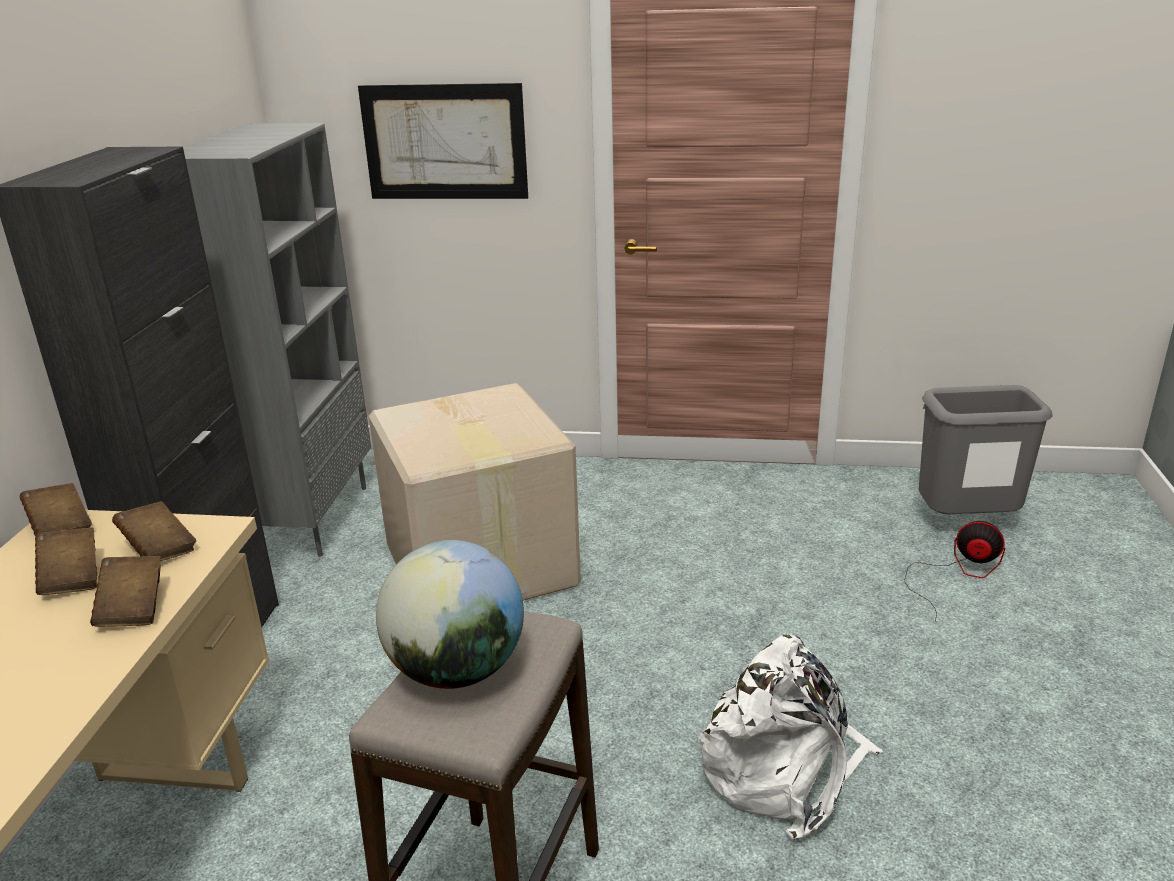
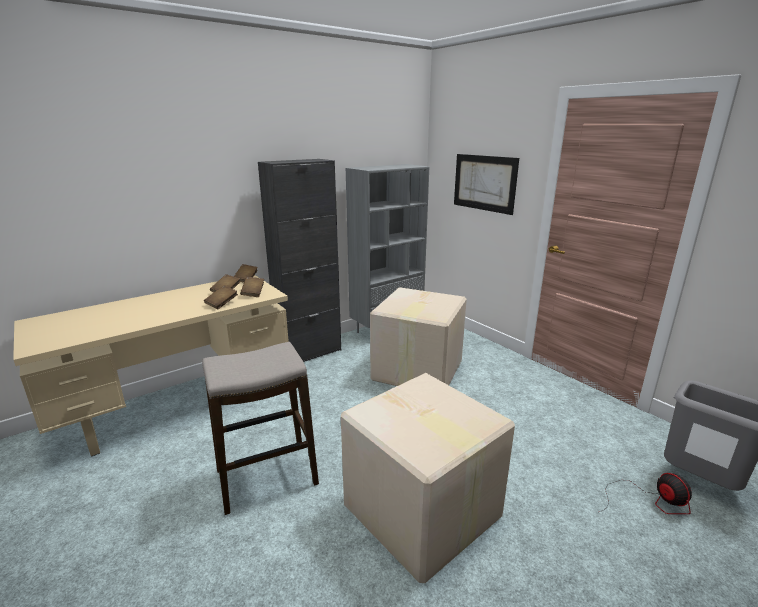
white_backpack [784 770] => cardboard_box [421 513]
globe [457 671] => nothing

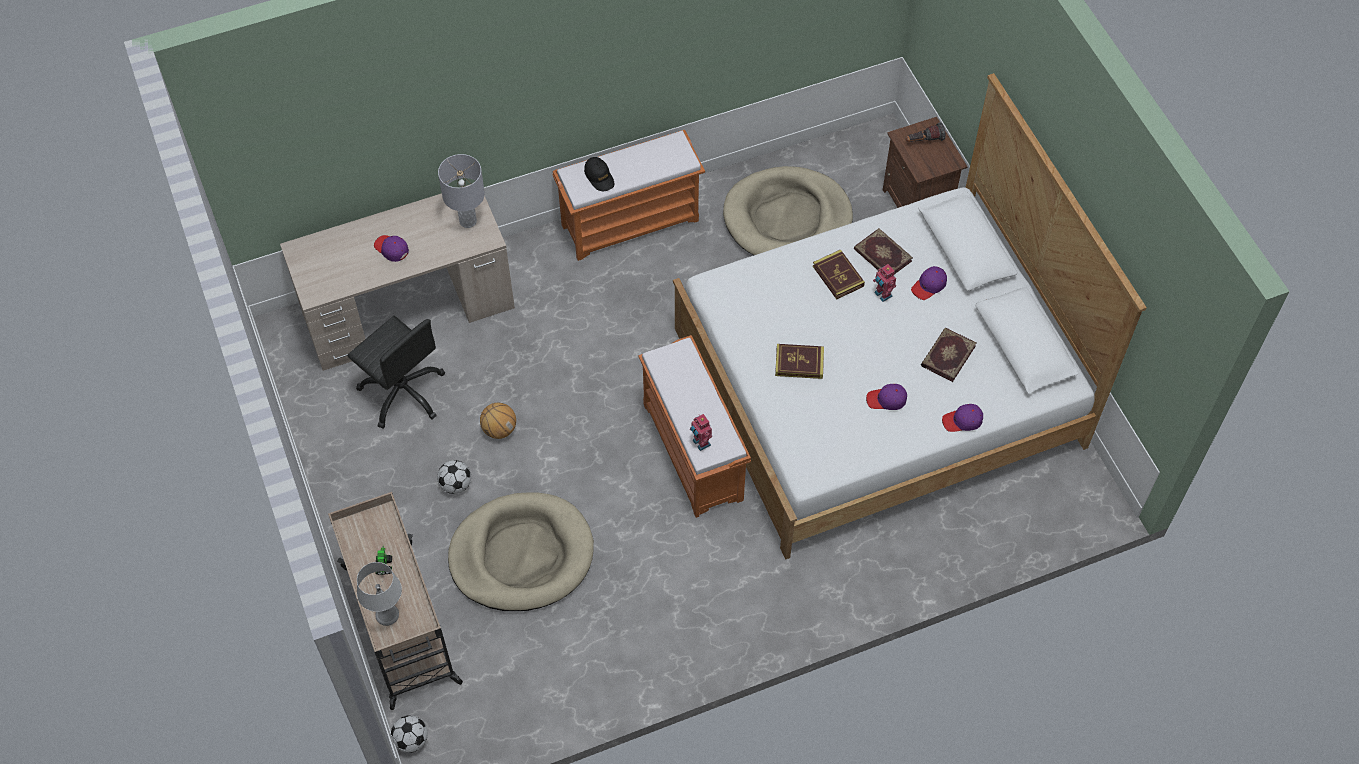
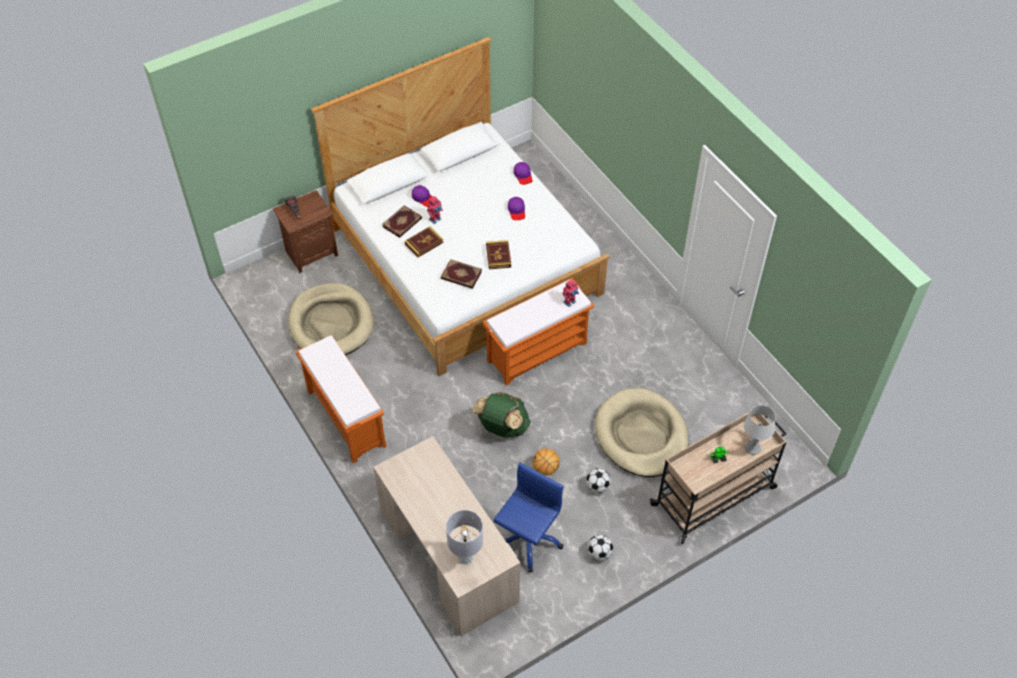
book [947 355] => book [461 276], shifted
grey_table_lamp [468 221] => grey_table_lamp [465 558], shifted
nothing => green_backpack [502 427]
black_office_chair [403 392] => blue_office_chair [527 539]
football [411 740] => football [599 553], shifted
purple_cap [391 249] => nothing
black_cap [599 177] => nothing

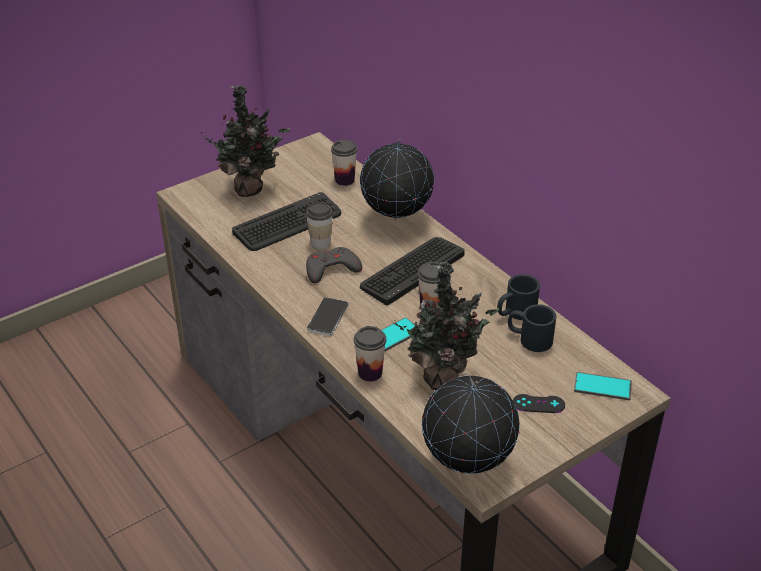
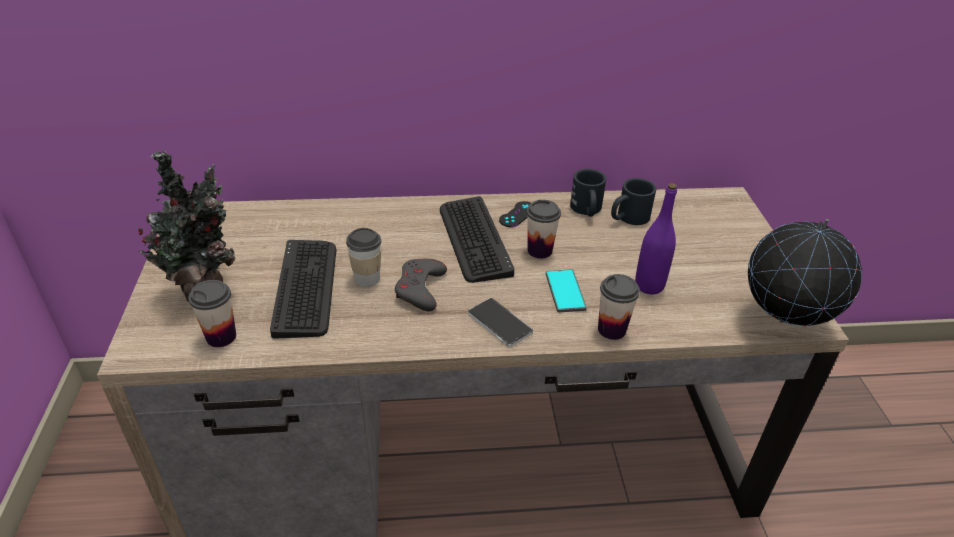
cup [344 180] => cup [221 337], shifted
black_game_controller [538 404] => black_game_controller [517 214], shifted
potted_plant [443 377] => purple_bottle [649 286]
globe [396 219] => nothing
phone [602 387] => nothing

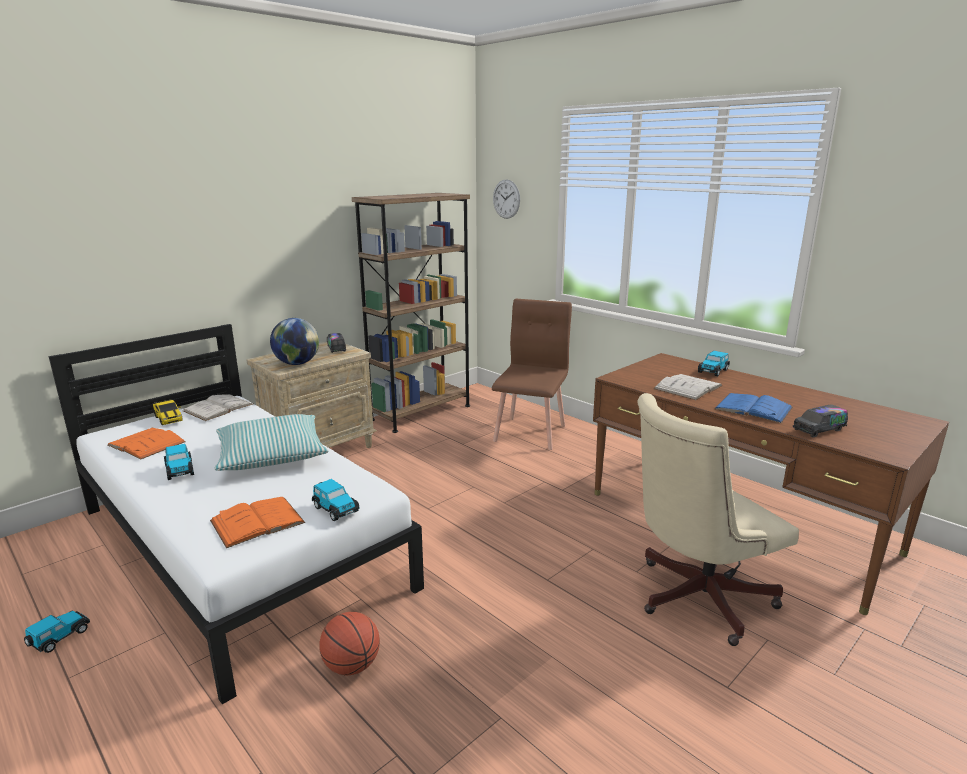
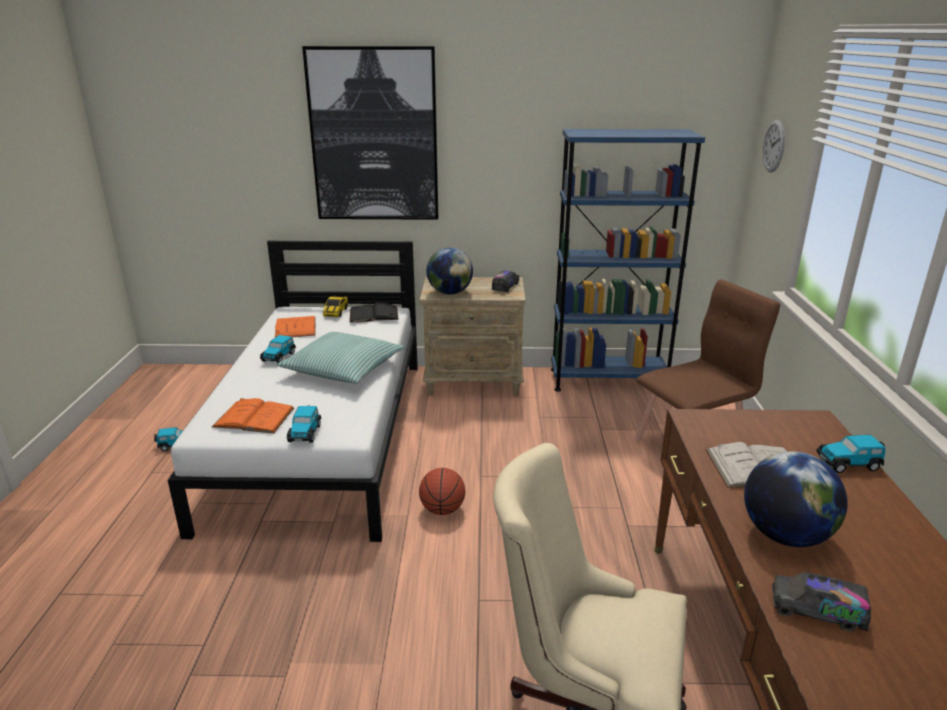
nothing => picture [374 136]
white_book [218 407] => black_book [373 314]
basketball [351 666] => basketball [442 510], shifted
brown_bookcase [421 413] => blue_bookcase [608 380]
blue_book [753 408] => globe [785 535]

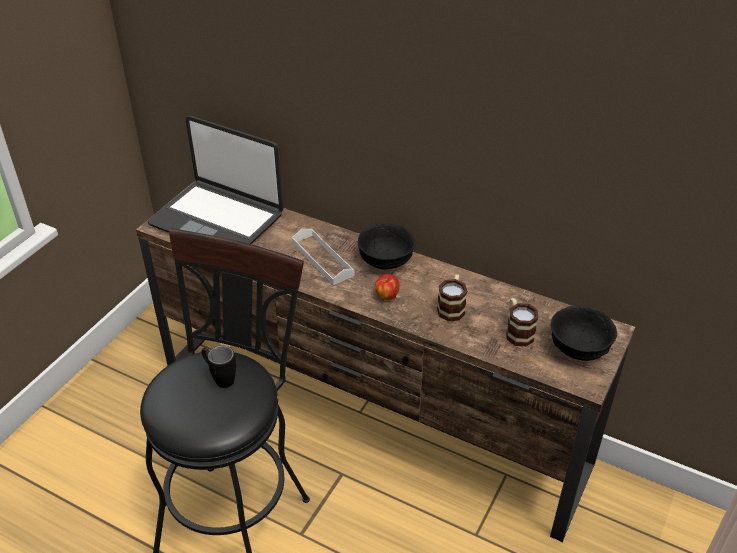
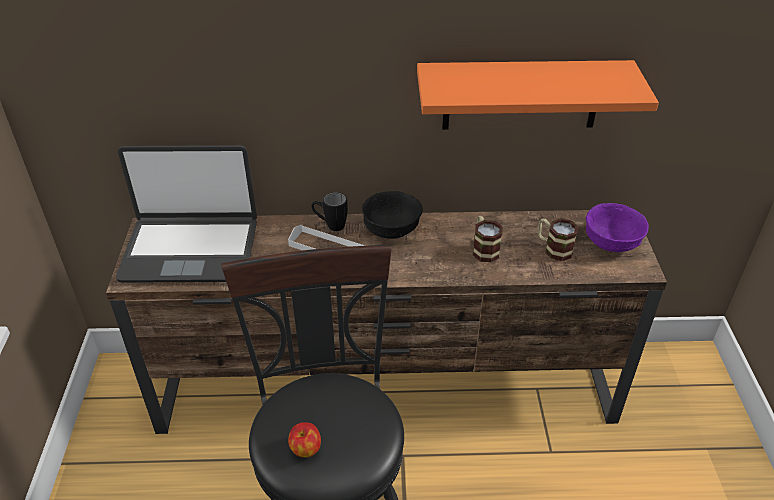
apple [386 296] => apple [305 449], shifted
black_mug [220 378] => black_mug [330 225], shifted
nothing => orange_shelf [521 95]
black_bowl [578 348] => purple_bowl [610 243]

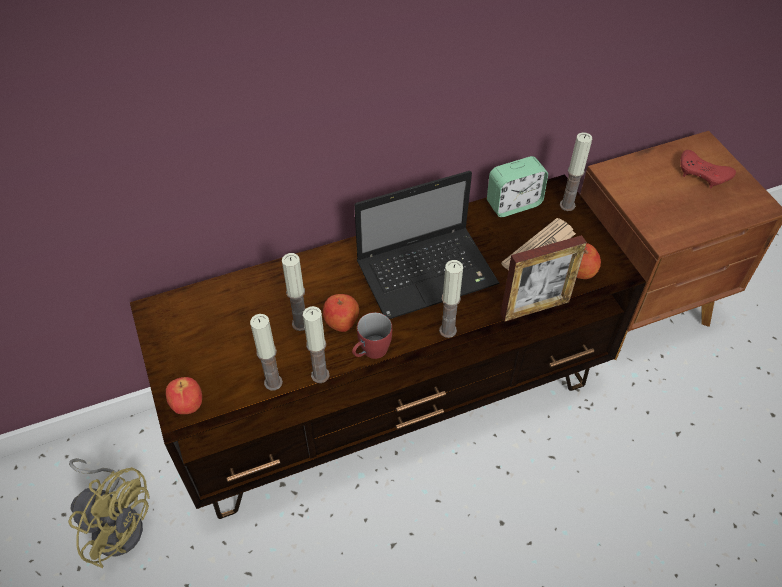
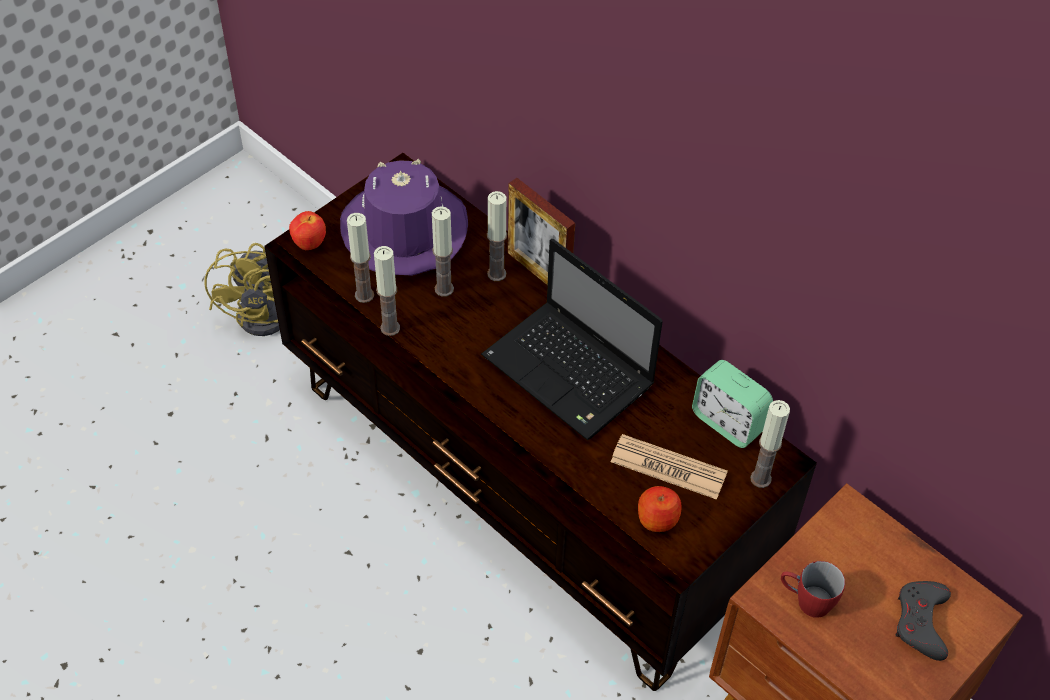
nothing => purple_hat [404 231]
candle [448 330] => candle [496 274], shifted
picture_frame [535 308] => picture_frame [538 272], shifted
red_mug [370 352] => red_mug [805 601], shifted
red_game_controller [703 173] => grey_game_controller [921 622]
apple [341 321] => nothing

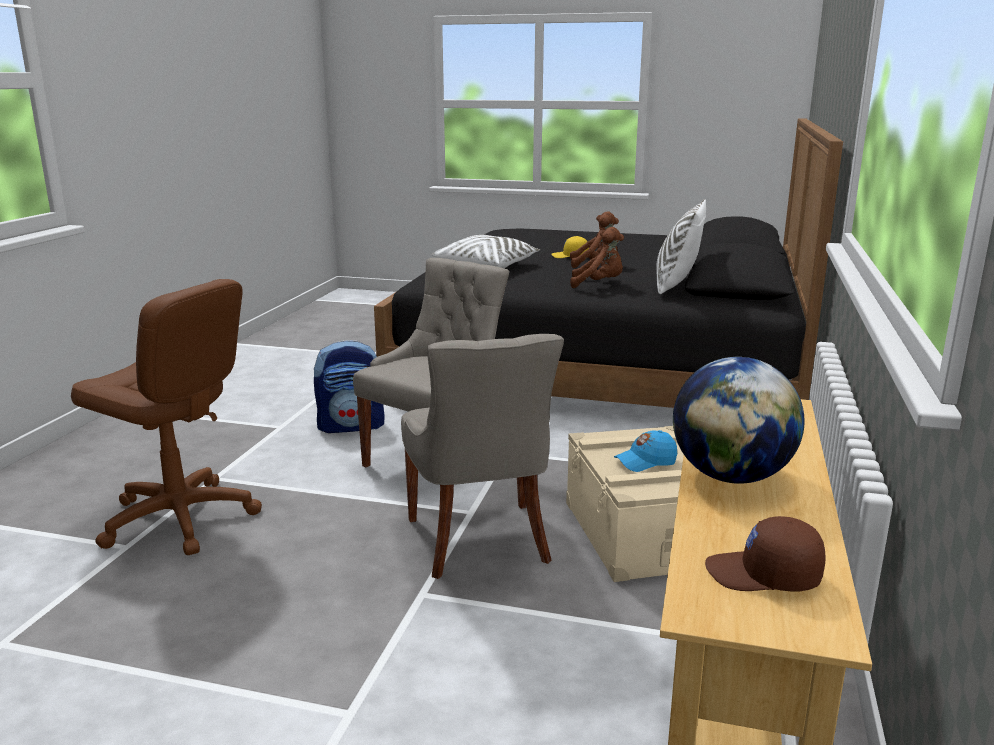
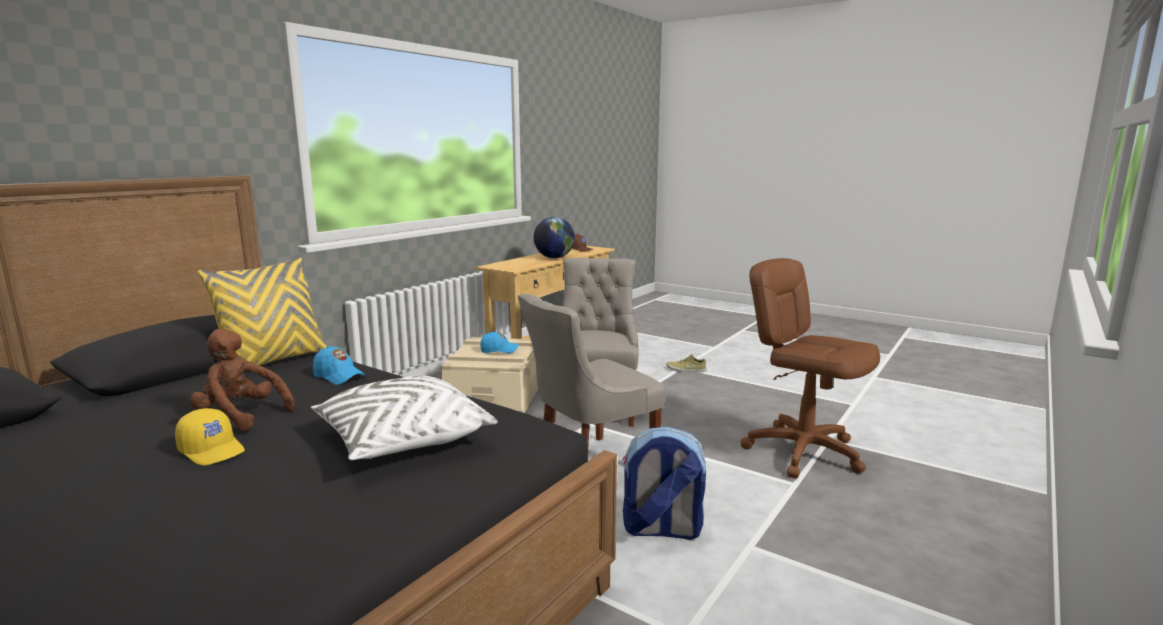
white_pillow [676 286] => yellow_pillow [273 361]
brown_plush_toy [599 284] => blue_cap [339 376]
nothing => beige_shoe [686 370]

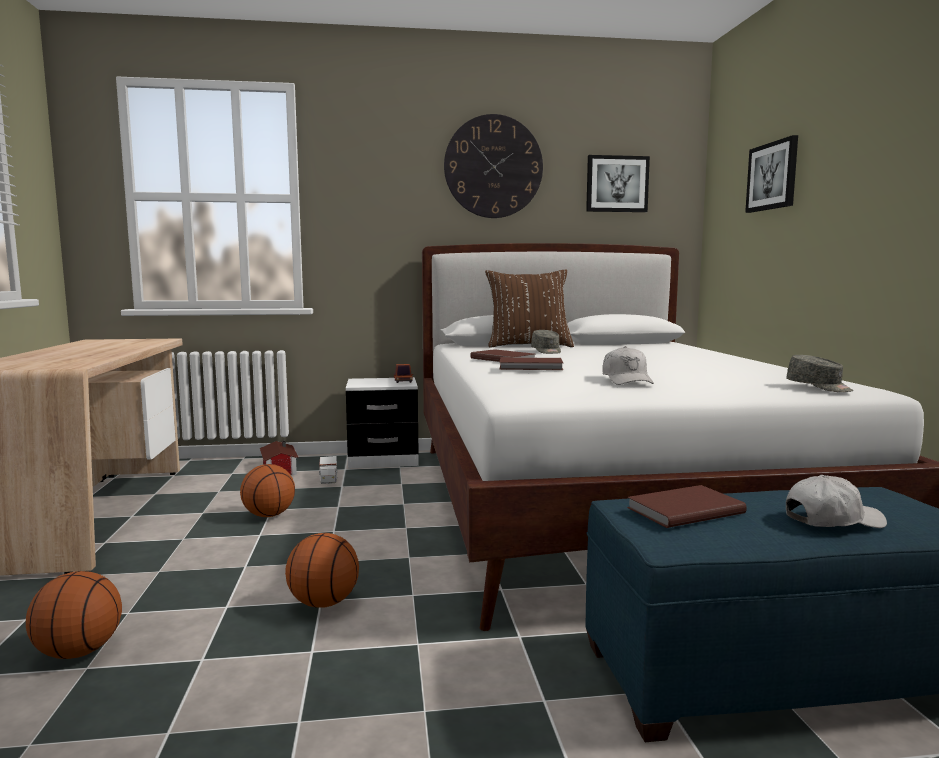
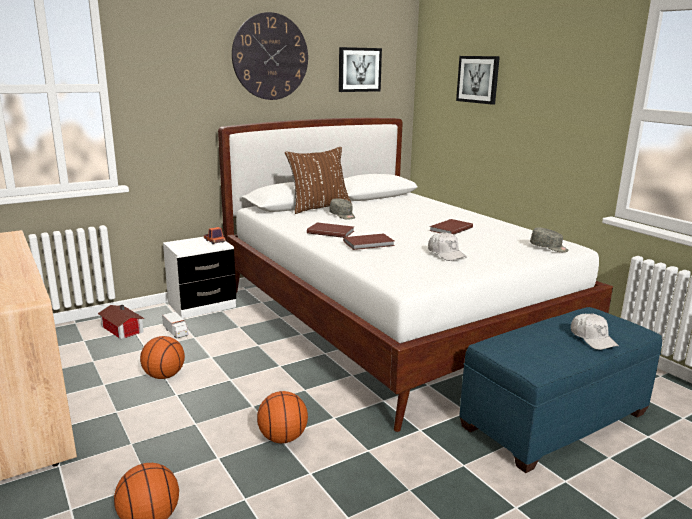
brown_book [682 510] => brown_book [450 229], shifted
white_cap [832 520] => white_cap [592 338], 105 degrees clockwise

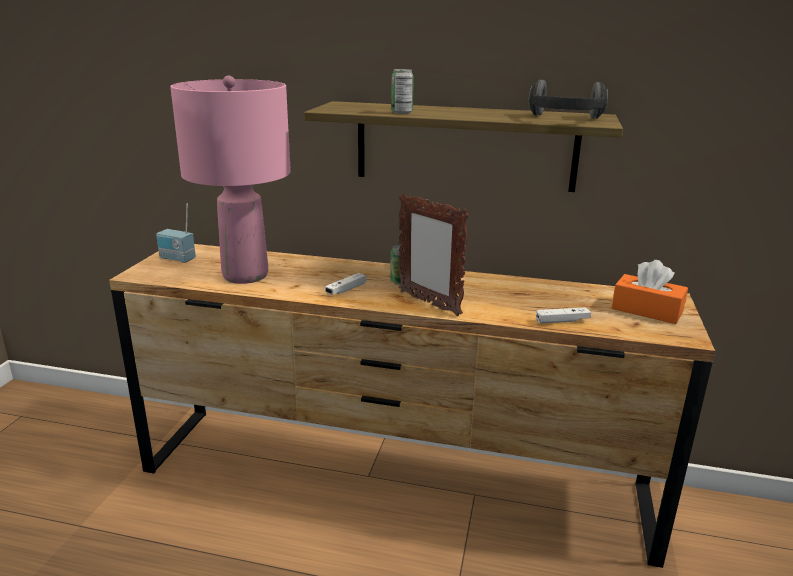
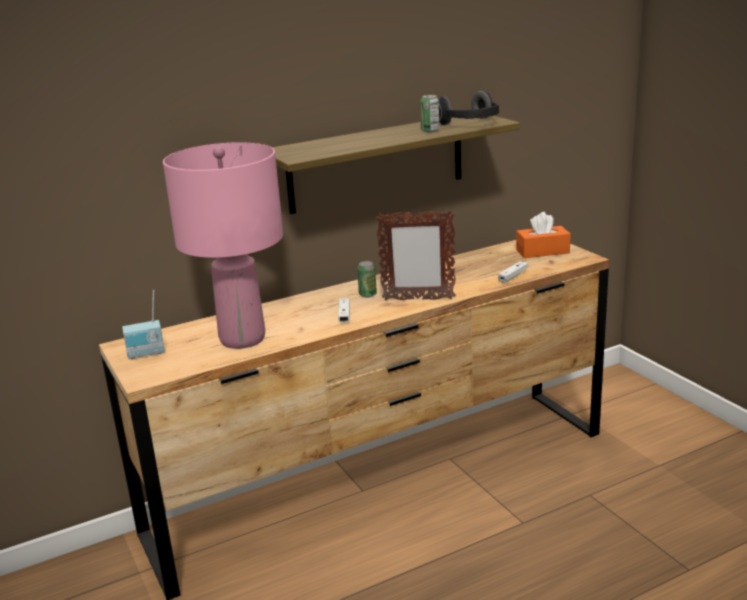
can [402 112] => can [430 130], shifted

